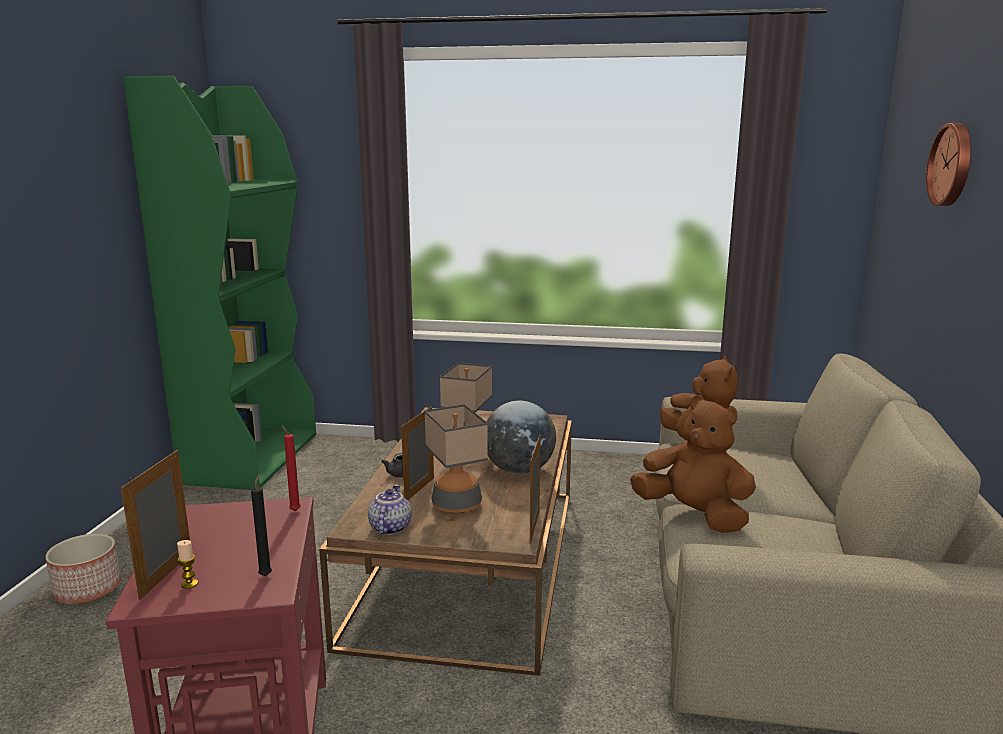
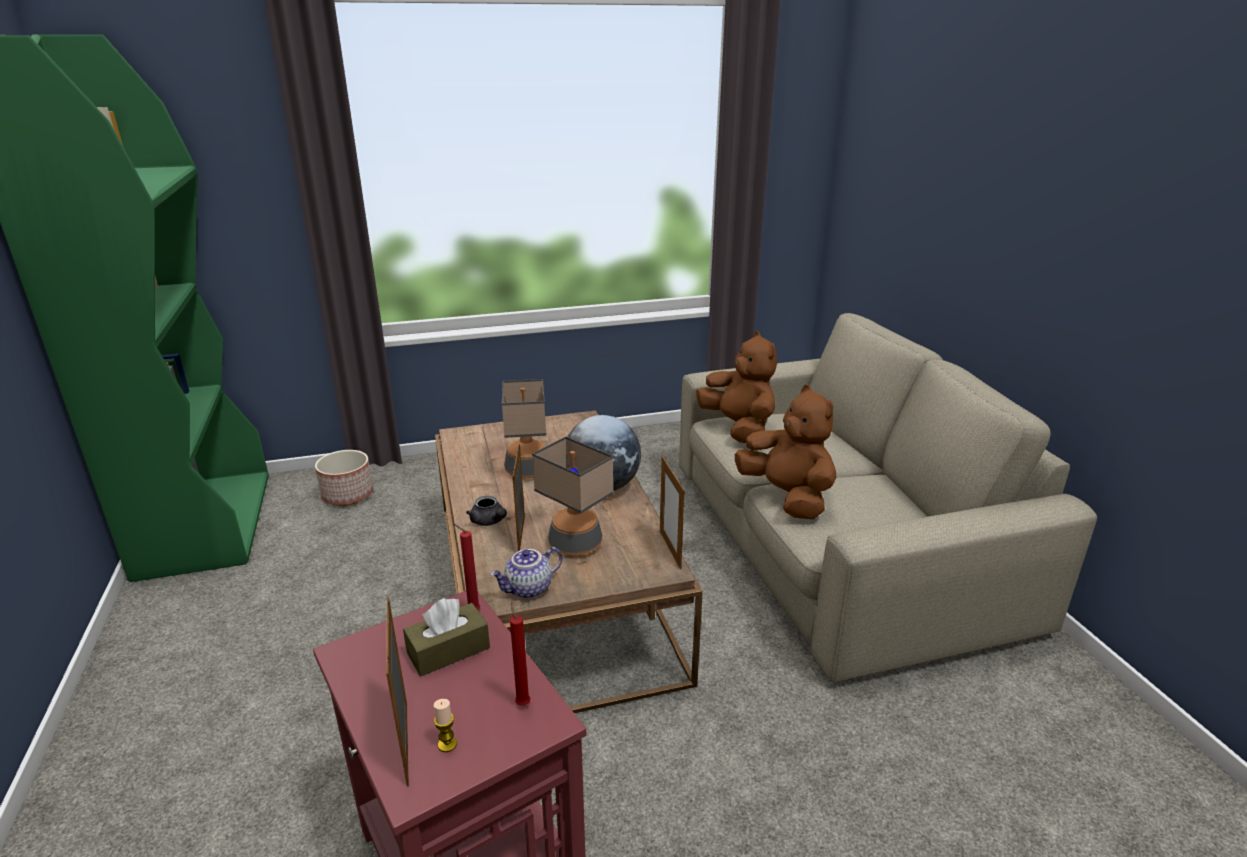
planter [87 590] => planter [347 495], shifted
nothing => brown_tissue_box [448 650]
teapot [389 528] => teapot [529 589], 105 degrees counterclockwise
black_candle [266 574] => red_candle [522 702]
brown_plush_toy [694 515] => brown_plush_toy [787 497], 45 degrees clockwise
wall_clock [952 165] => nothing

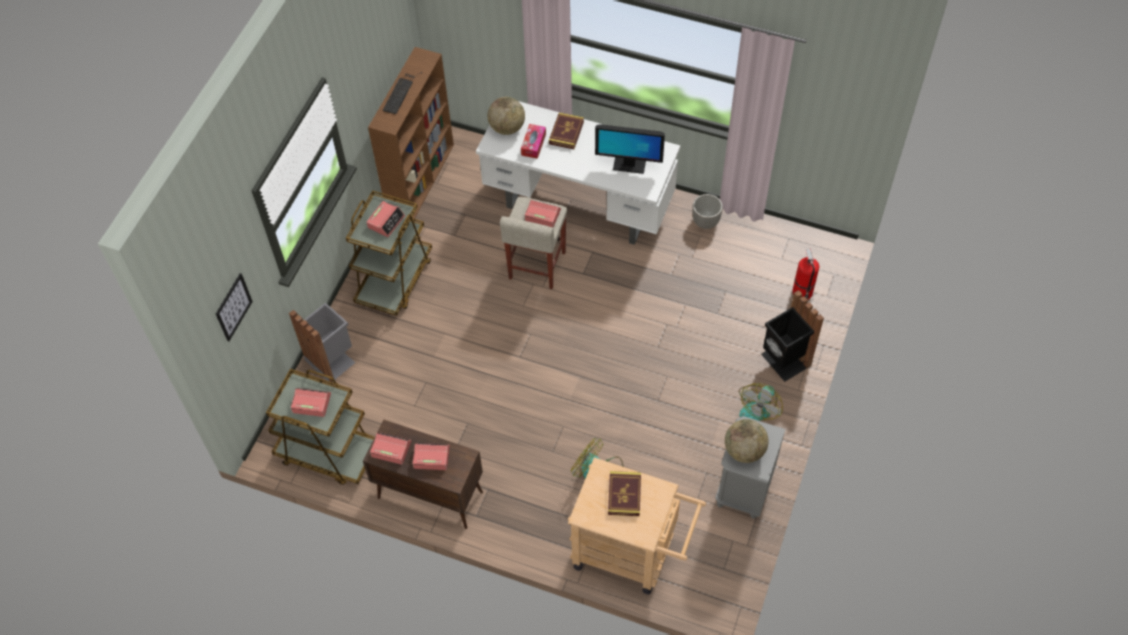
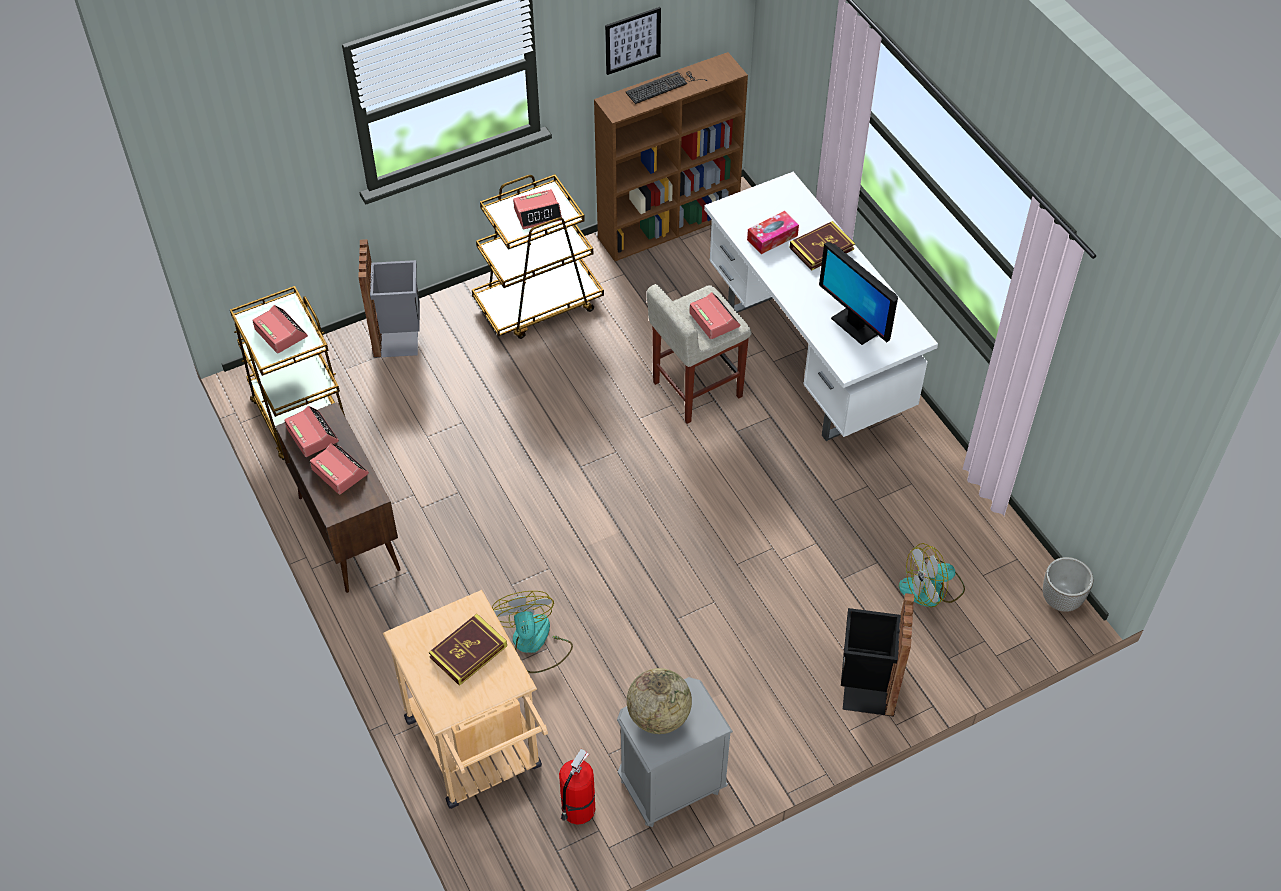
fire_extinguisher [803 293] => fire_extinguisher [577 810], shifted
picture [233 307] => picture [632 40], shifted
fan [759 406] => fan [932 589], shifted
planter [705 222] => planter [1060 599], shifted
globe [507 128] => nothing

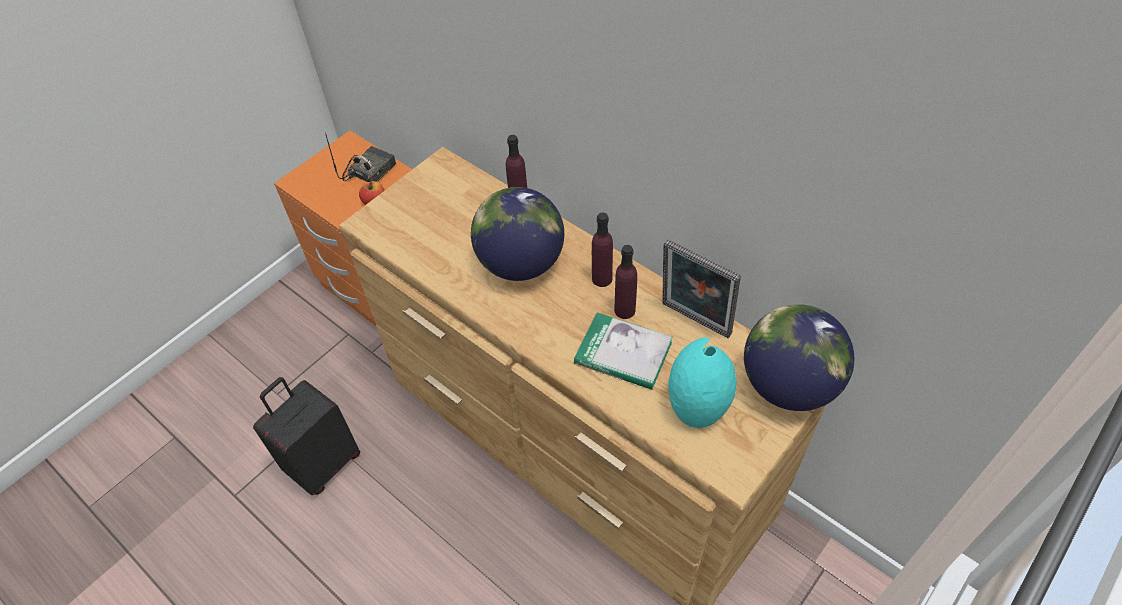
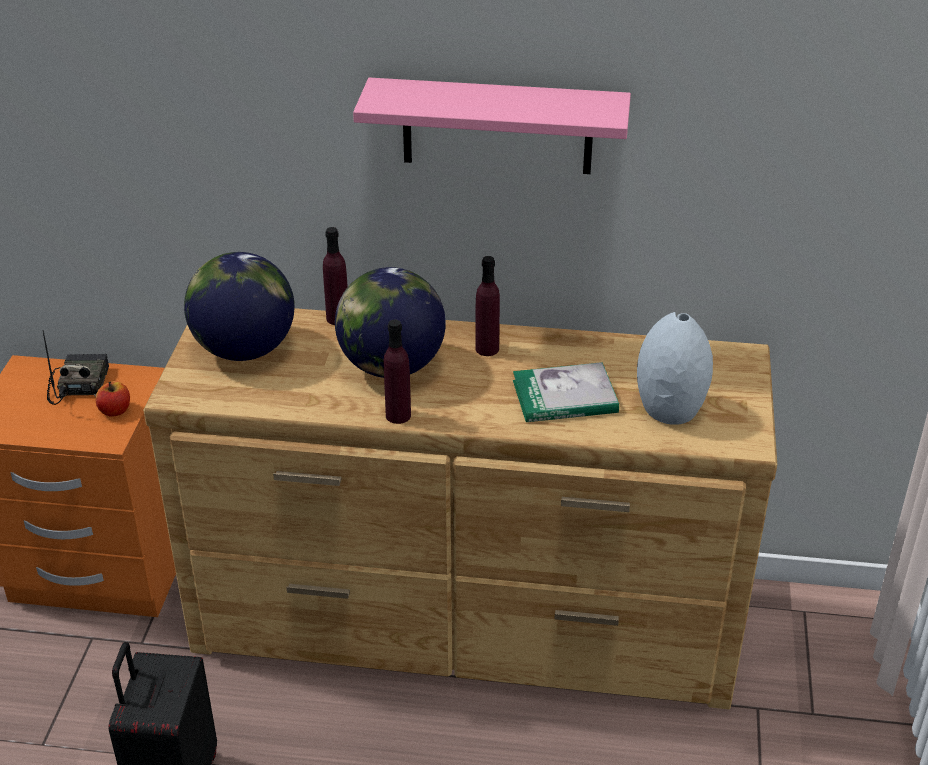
globe [788 385] => globe [245 350], shifted
nothing => pink_shelf [497 126]
purple_bottle [624 310] => purple_bottle [398 415], shifted
turquoise_vase [696 407] => grey_vase [670 409]
picture_frame [693 322] => nothing

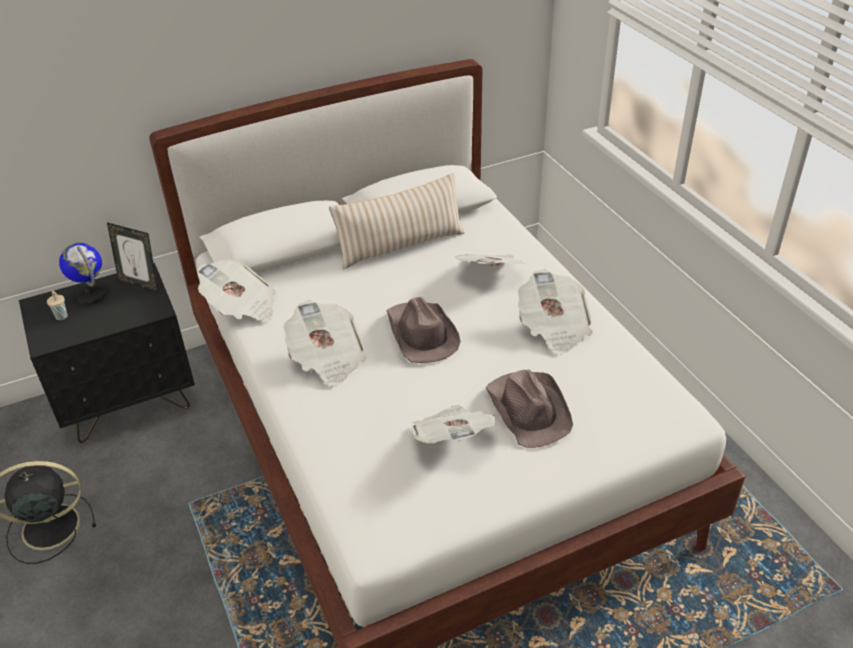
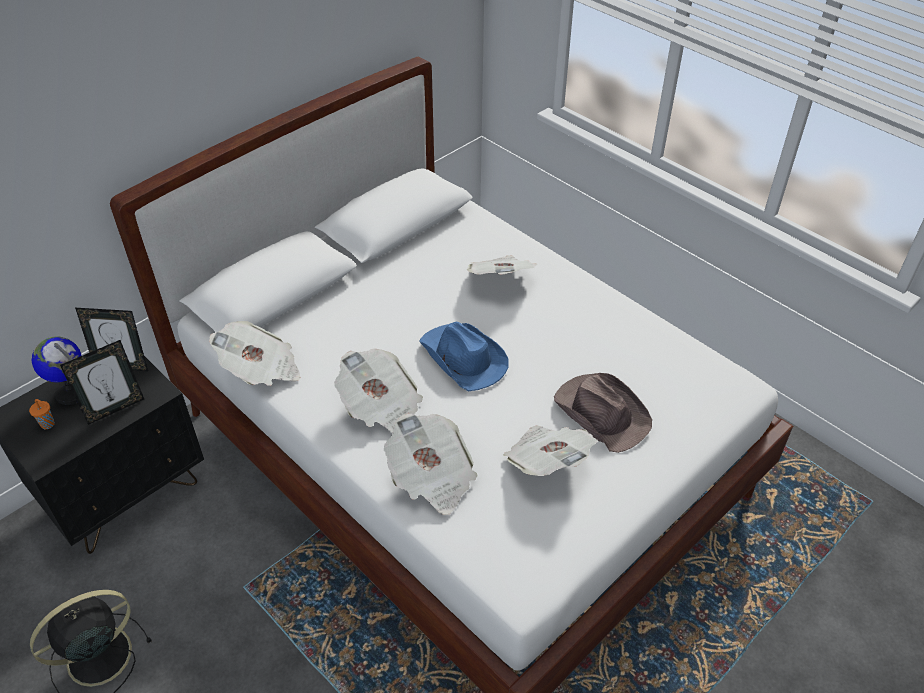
beige_cup [62 317] => orange_cup [48 424]
nothing => picture_frame [114 408]
newspaper [553 328] => newspaper [432 478], shifted
brown_hat [421 334] => blue_hat [463 358]
beige_pillow [400 246] => nothing

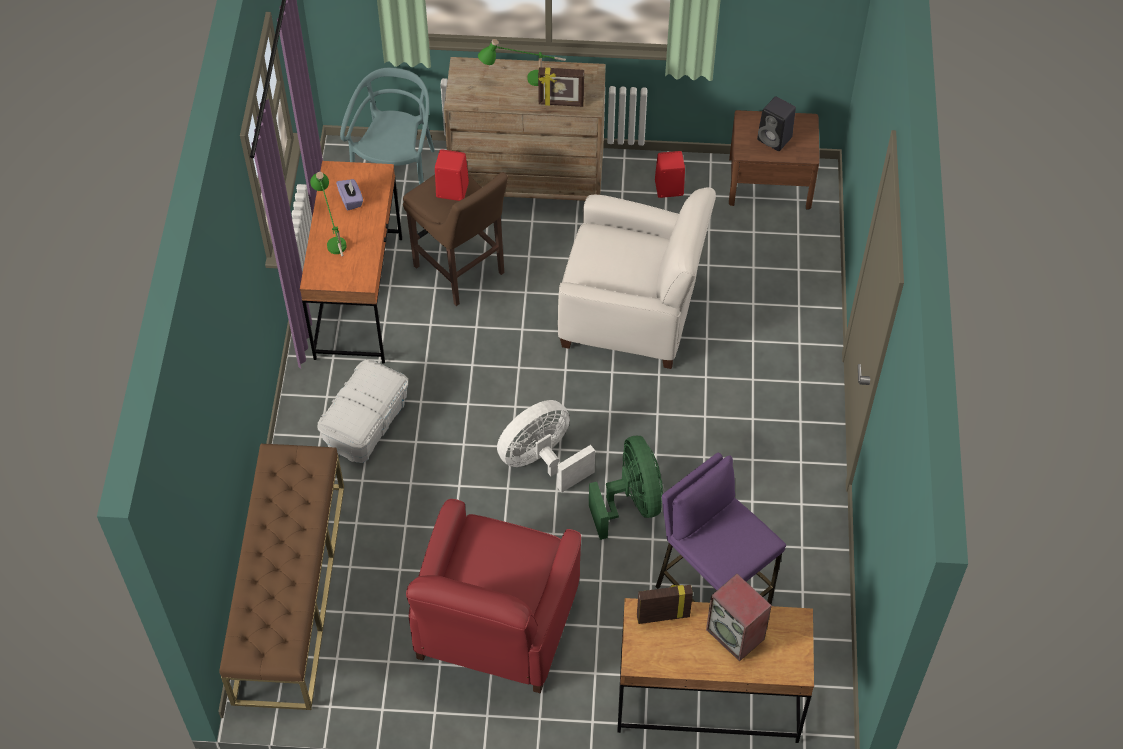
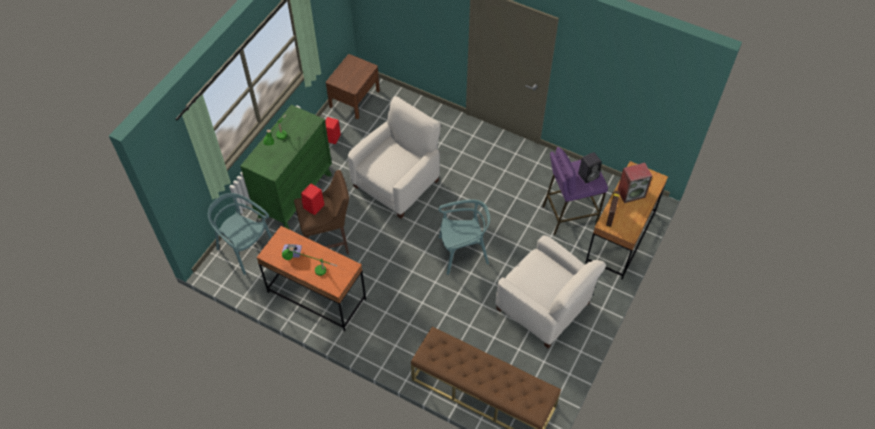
brown_dresser [528 190] => green_dresser [295 195]
white_fan [542 461] => turquoise_chair [462 252]
red_armchair [496 624] => white_armchair [544 307]
black_speaker [775 139] => black_speaker [588 175], shifted
white_storage_box [366 423] => nothing
picture_frame [561 103] => nothing
green_fan [631 502] => nothing

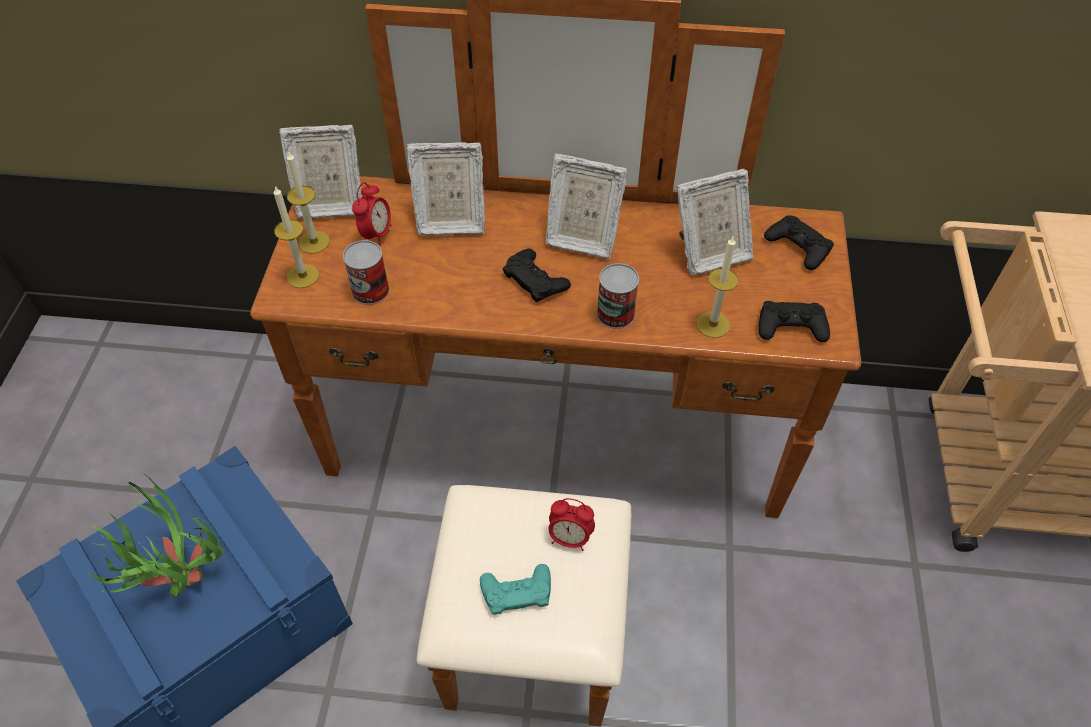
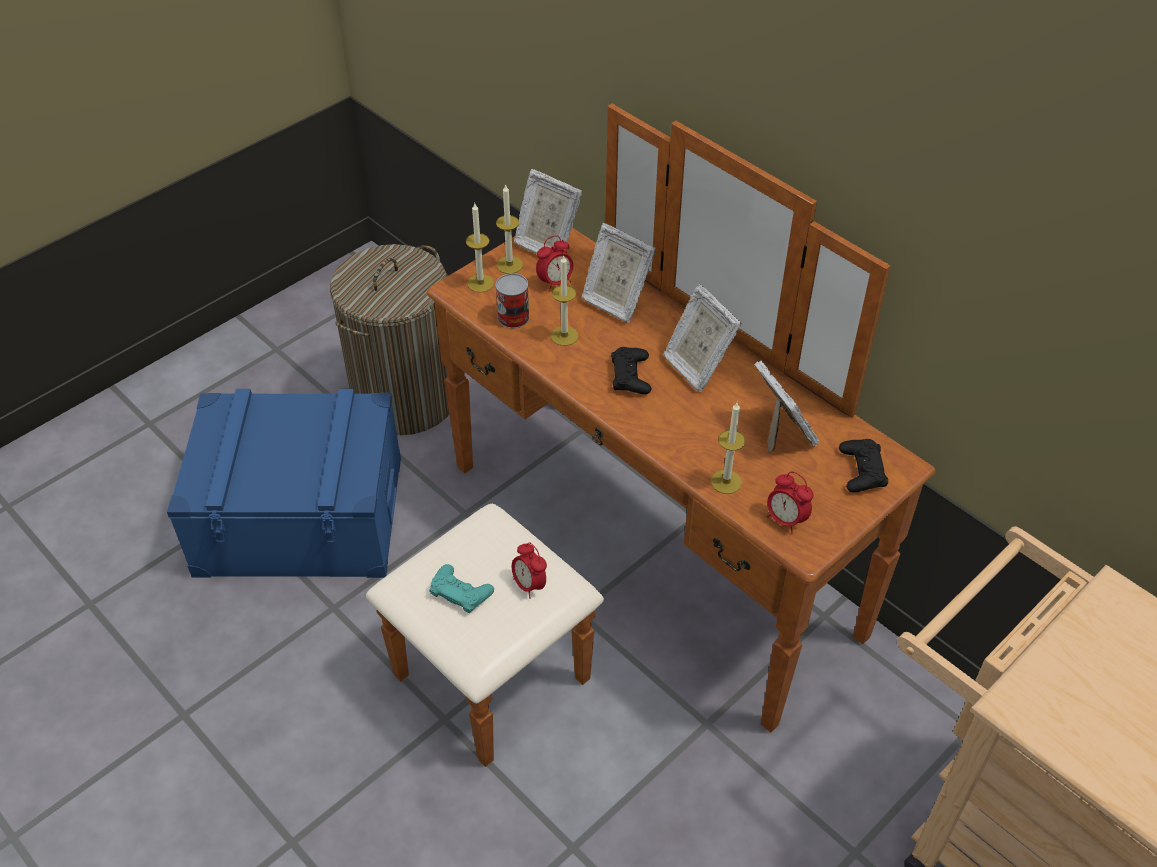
nothing => laundry_basket [405 397]
nothing => candle [564 336]
picture_frame [709 253] => picture_frame [782 433], 135 degrees counterclockwise
black_game_controller [791 326] => alarm_clock [785 520]
potted_plant [179 580] => nothing
can [615 313] => nothing

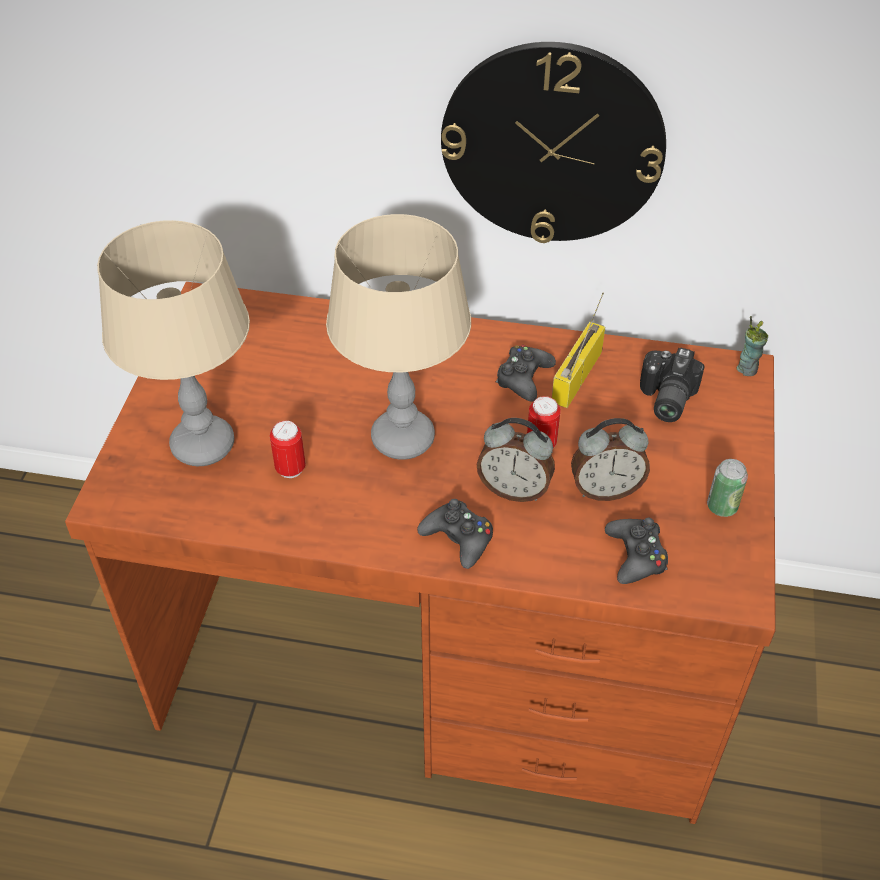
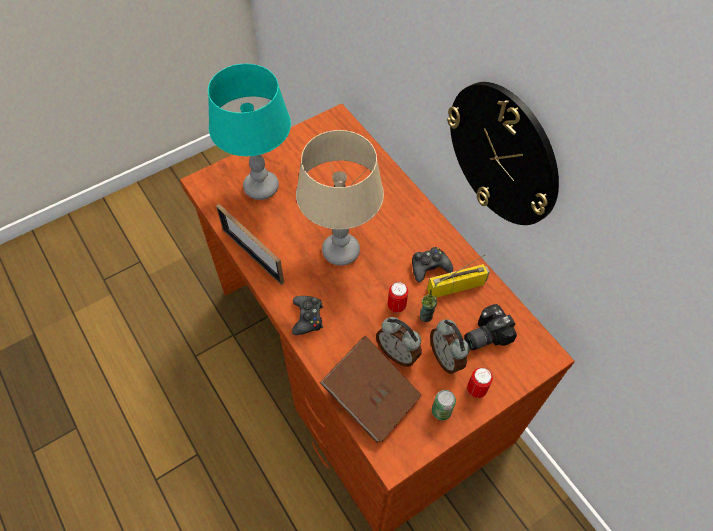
beige_table_lamp [203 445] => turquoise_table_lamp [261 188]
nothing => picture_frame [253 256]
black_game_controller [636 556] => brown_book [371 396]
cup [747 369] => cup [426 316], shifted
alarm_clock [514 489] => alarm_clock [446 358], shifted
can [290 469] => can [476 390], shifted

